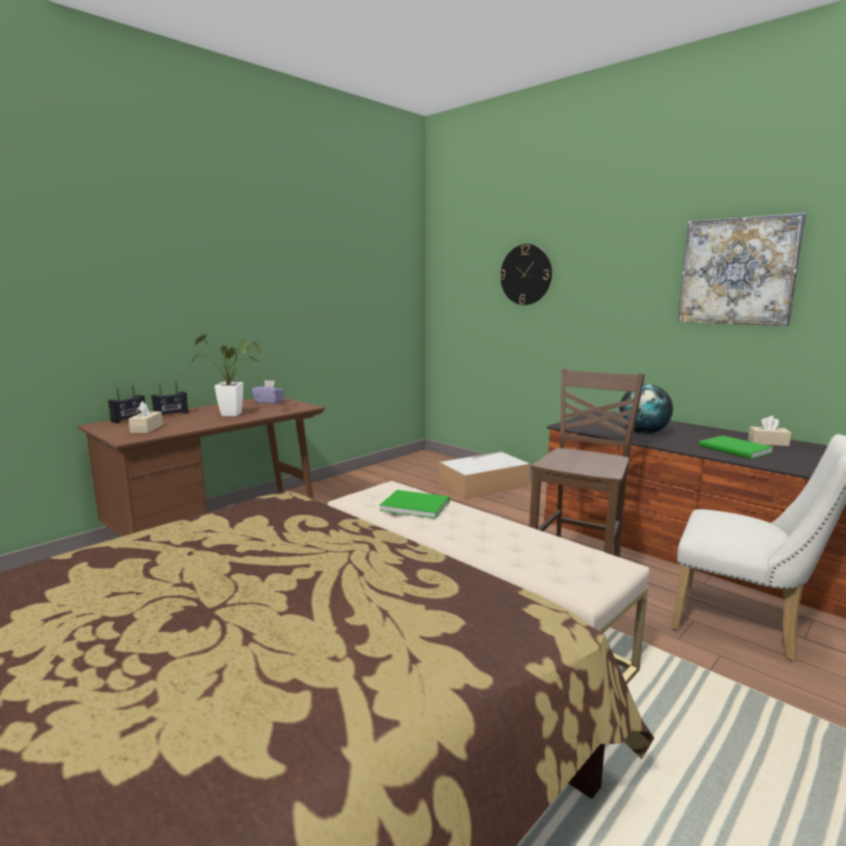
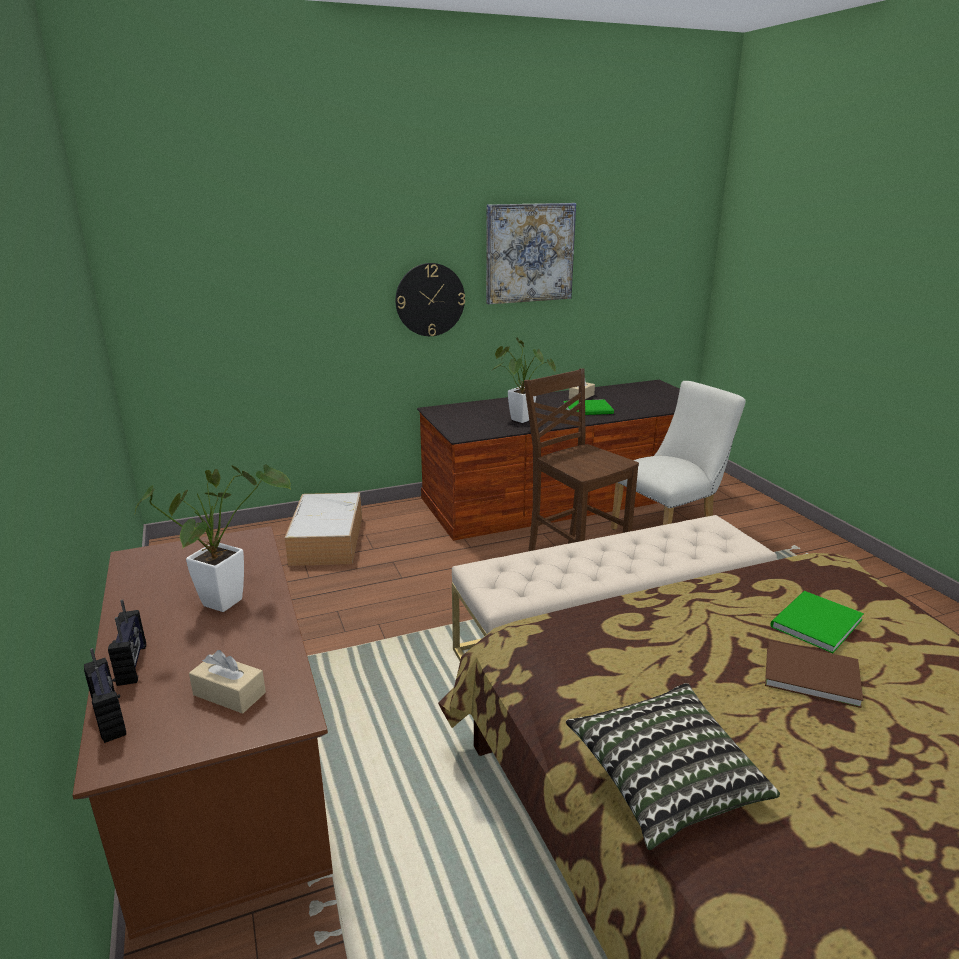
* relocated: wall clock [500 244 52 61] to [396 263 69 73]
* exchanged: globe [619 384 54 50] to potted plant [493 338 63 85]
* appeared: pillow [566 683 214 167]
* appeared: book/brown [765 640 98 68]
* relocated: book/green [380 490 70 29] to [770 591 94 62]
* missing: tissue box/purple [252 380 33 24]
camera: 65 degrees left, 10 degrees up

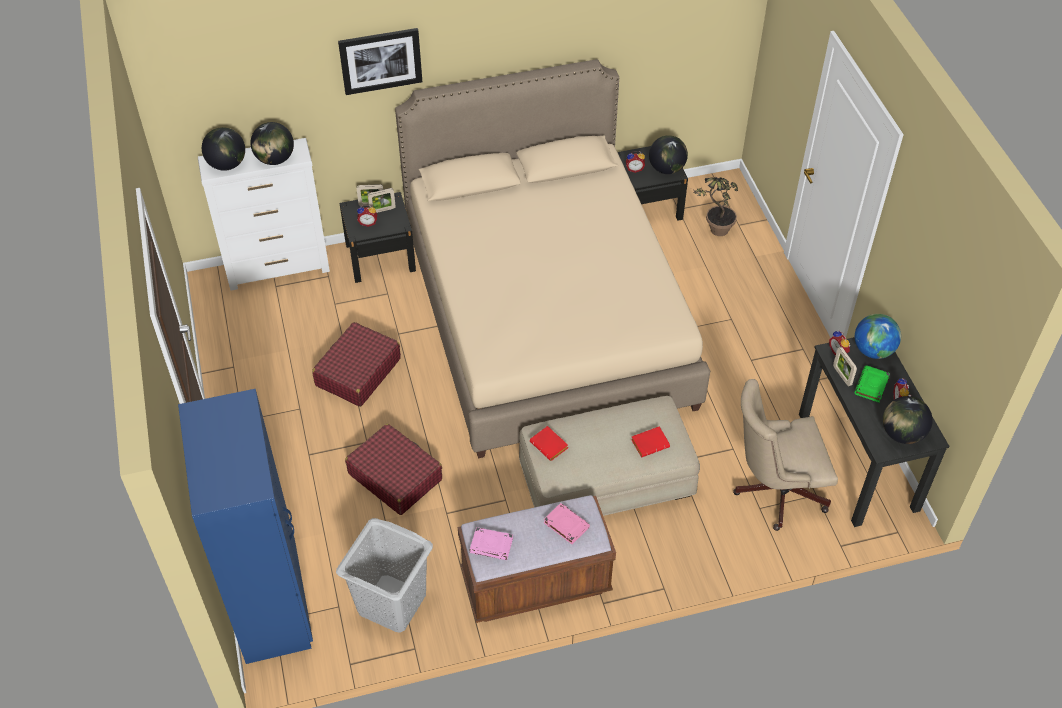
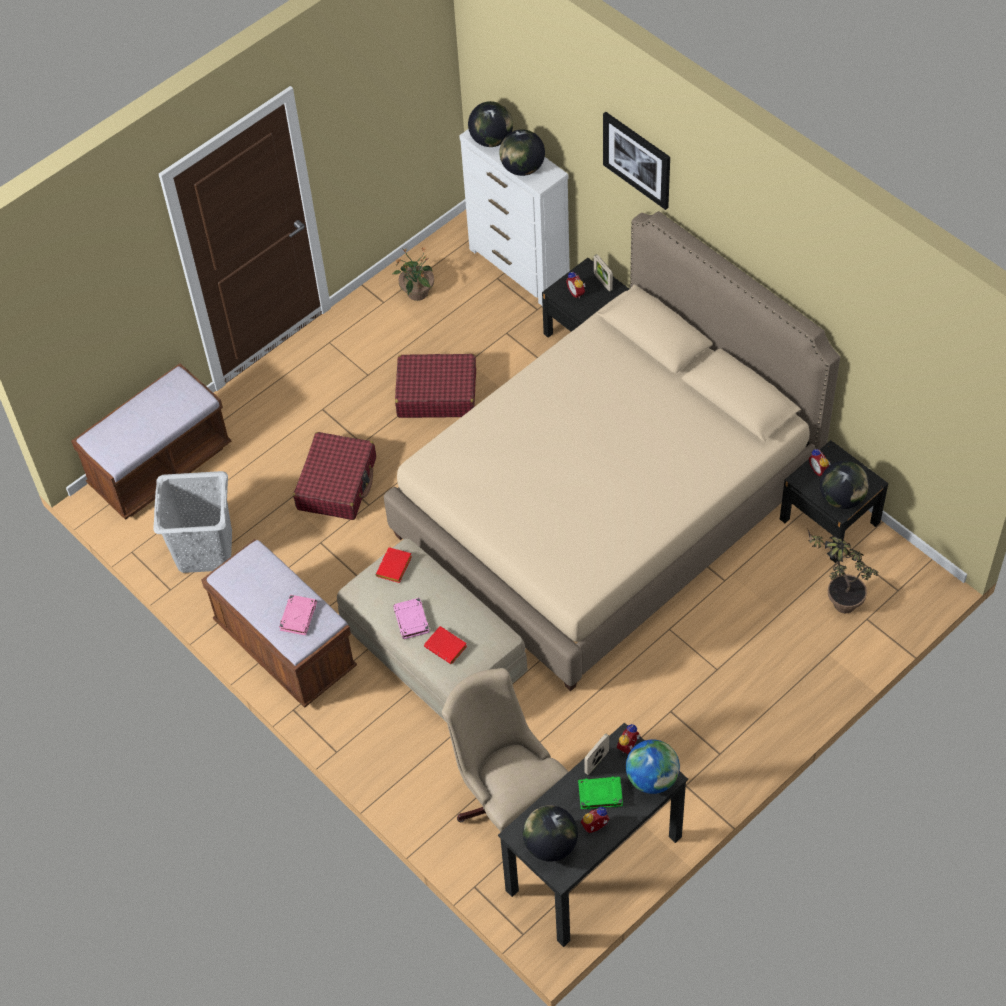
* exchanged: wardrobe/blue [178 389 135 275] to bench/brown [71 363 160 157]
* appeared: potted plant [392 247 42 54]
* relocated: book/pink [469 527 44 33] to [393 598 37 41]
* missing: picture frame [368 188 28 25]
camera: 65 degrees right, 5 degrees up

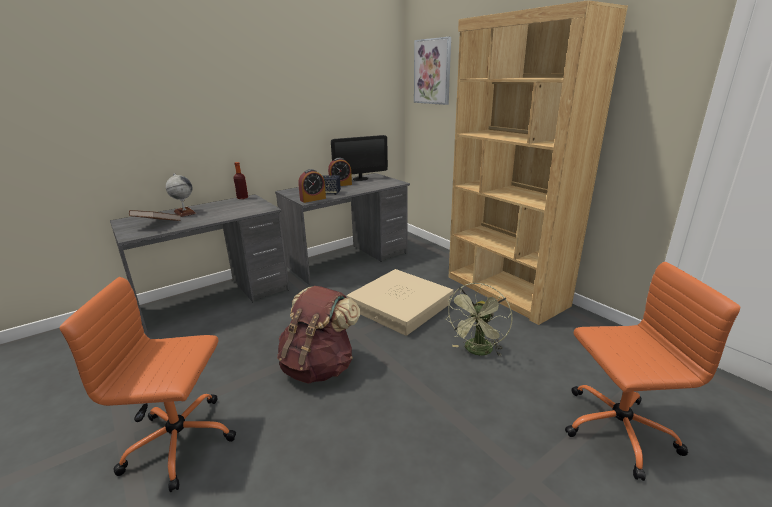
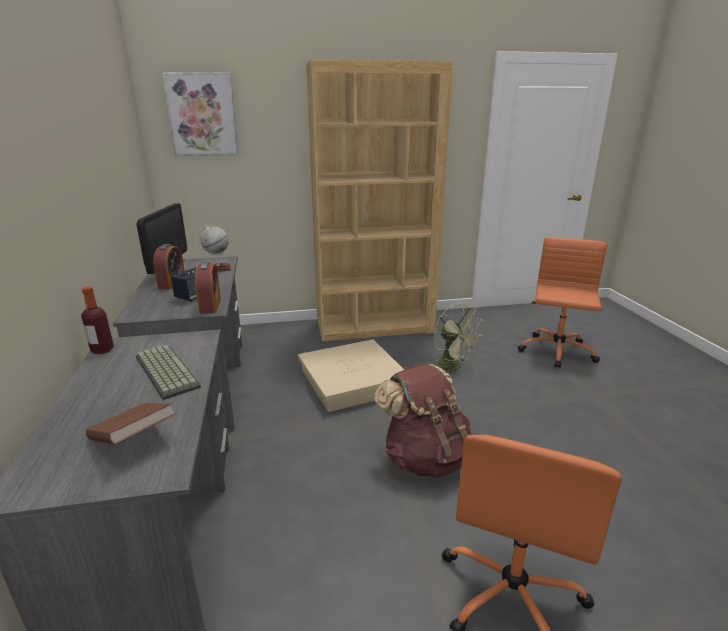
* appeared: keyboard [136 344 65 56]
* relocated: globe [166 173 30 44] to [198 225 33 47]
camera: 65 degrees left, 0 degrees up

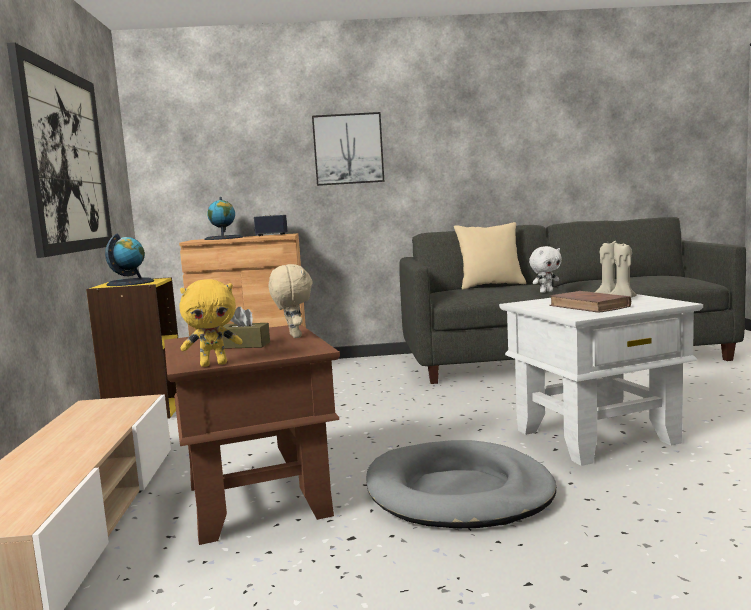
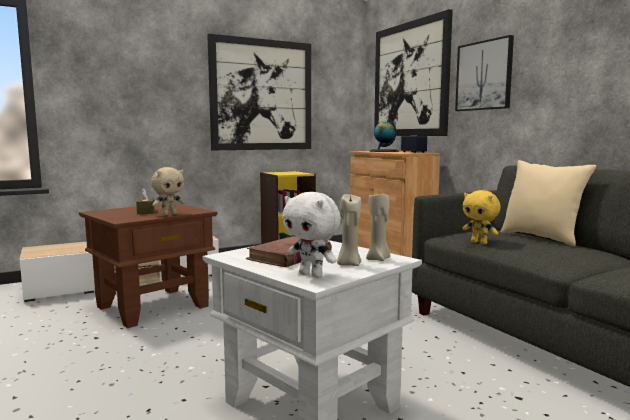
* relocated: plush toy/white [529 246 33 47] to [282 192 59 86]
* appeared: picture [374 9 79 127]
* relocated: plush toy/yellow [179 279 64 88] to [463 190 37 54]
* missing: globe [105 233 49 53]
* missing: dog bed/grey [366 440 191 88]
camera: 65 degrees right, 0 degrees up

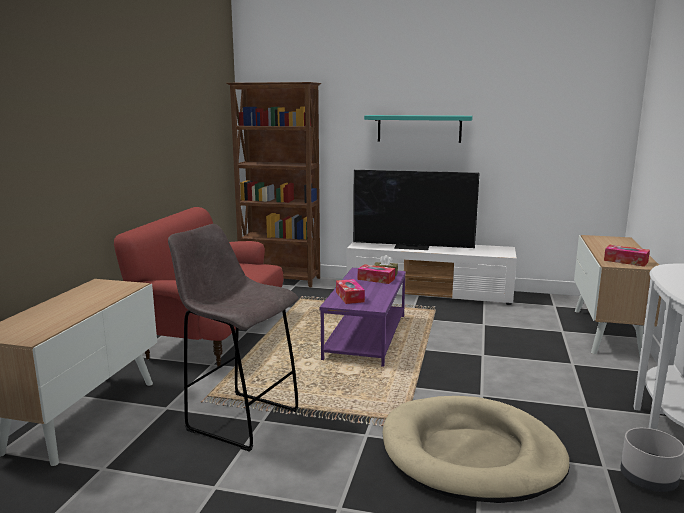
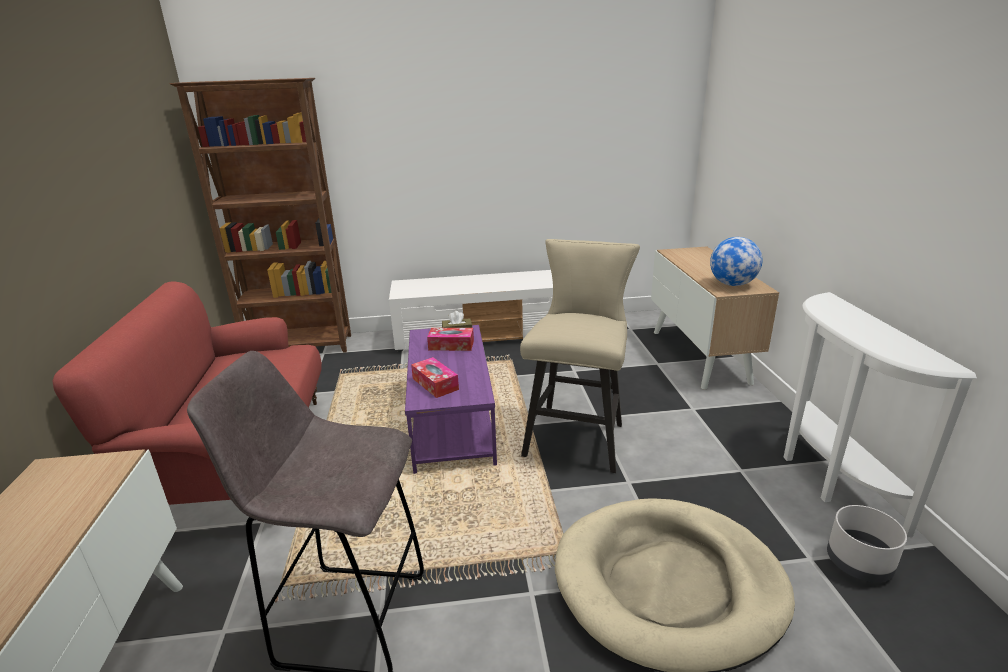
* appeared: stool/beige [520 239 120 234]
* exchanged: tissue box [604 245 46 22] to globe [710 237 53 49]
* missing: television [353 170 126 80]
* missing: shelf/turquoise [364 115 109 28]
camera: 20 degrees left, 10 degrees up

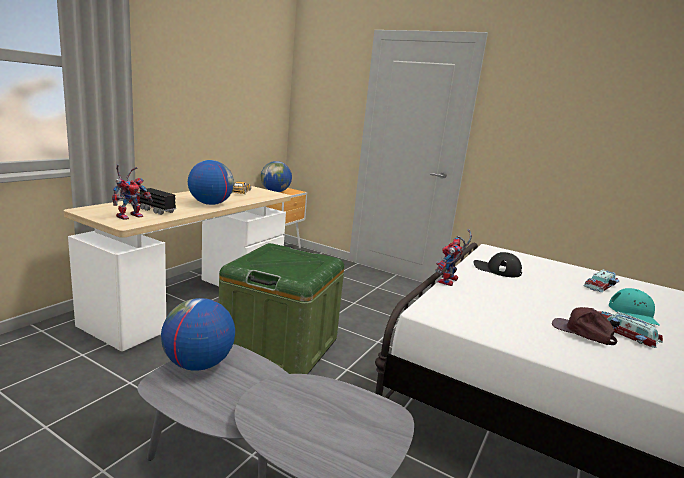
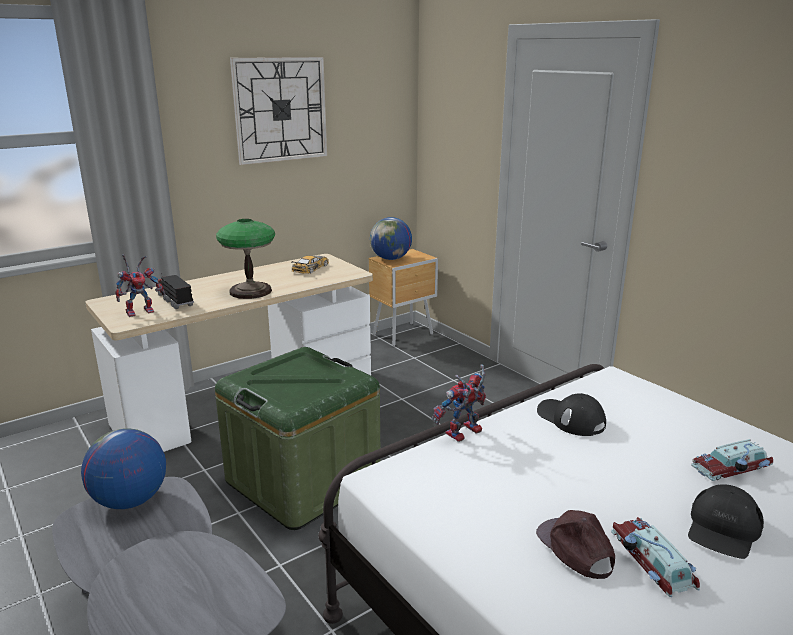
* exchanged: globe [188 160 46 45] to table lamp [216 219 59 80]
* appeared: wall clock [230 57 97 108]
* colour: cap/turquoise [609 288 51 38] to cap/black [688 484 76 75]
camera: 25 degrees right, 5 degrees up

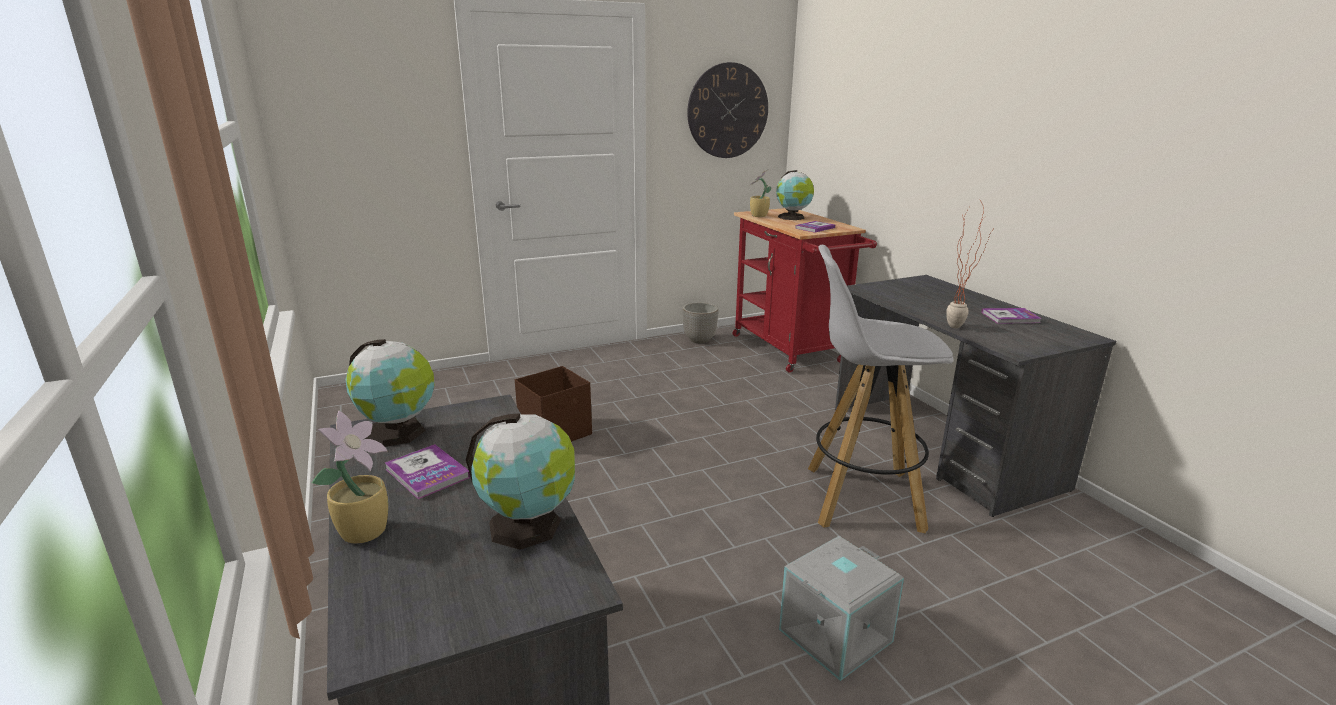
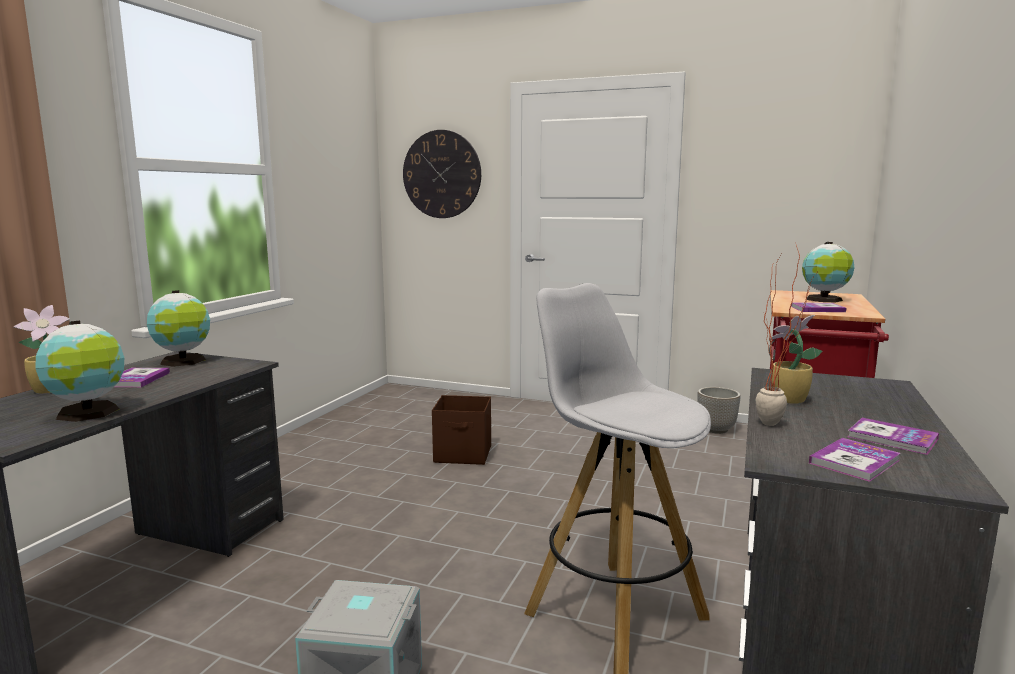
* relocated: wall clock [687 62 81 96] to [403 130 78 88]
* relocated: potted plant [749 169 22 48] to [769 315 53 89]
* appeared: book [809 438 91 44]
camera: 45 degrees right, 10 degrees down

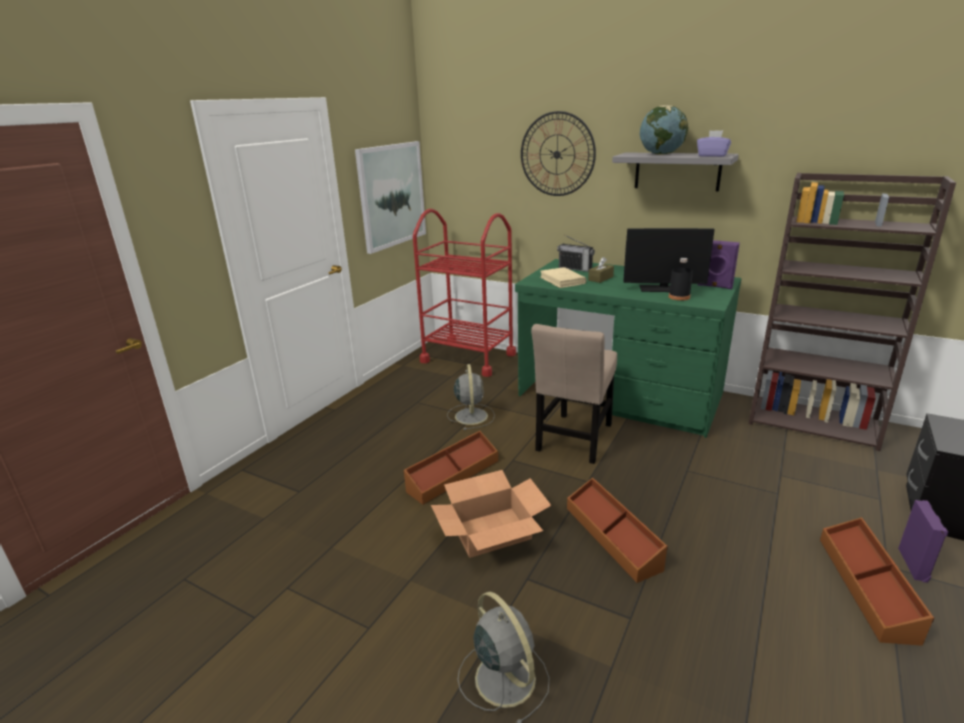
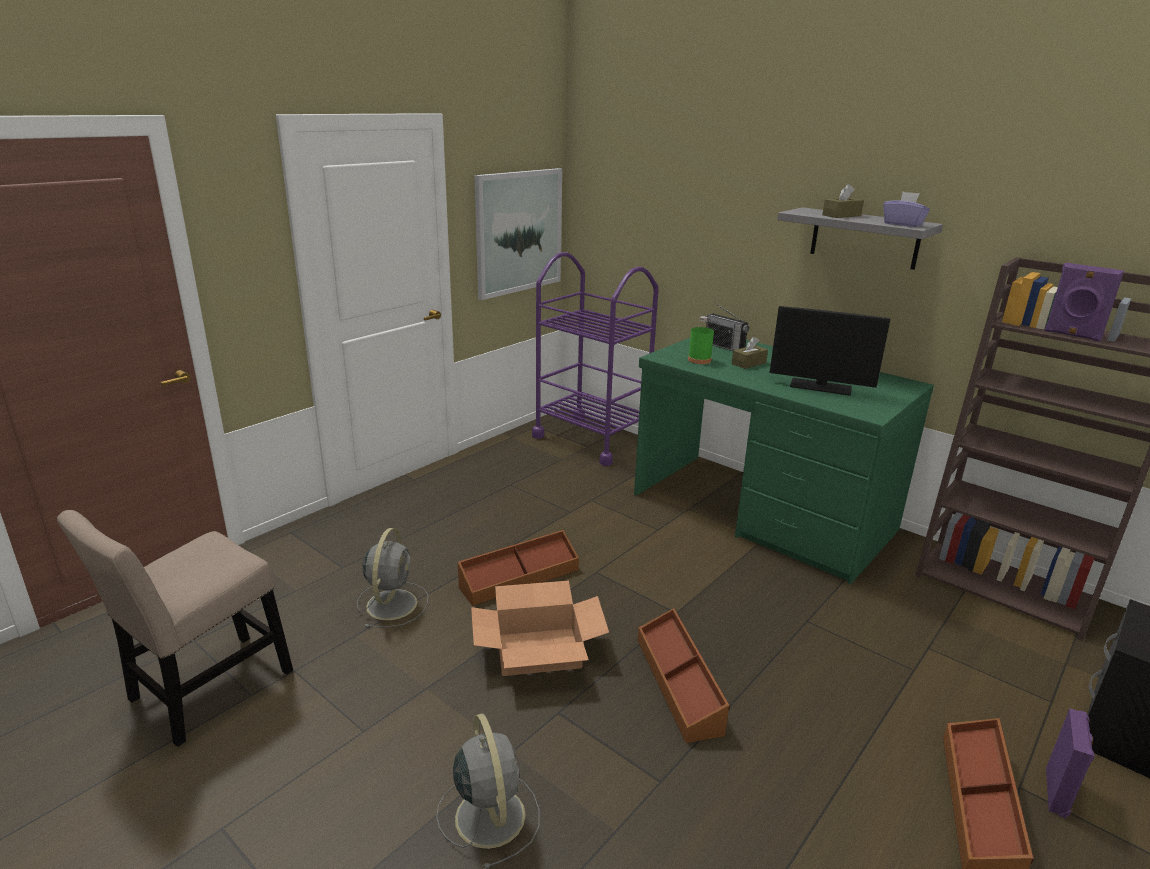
* relocated: chair/beige [531 324 86 140] to [57 510 236 237]
* relocated: fan/grey [447 364 48 66] to [357 528 71 100]
* colour: cart/red [413 209 103 168] to cart/purple [532 252 127 214]
* exchanged: book/beige [540 267 47 21] to bottle/green [688 316 26 48]
* exchanged: globe [640 105 48 50] to tissue box/brown [822 184 42 34]
* relocated: speaker/purple [698 240 42 49] to [1044 263 80 79]
* missing: wall clock [521 111 75 85]
* missing: bottle/black [669 258 24 43]
camera: 10 degrees right, 0 degrees up

